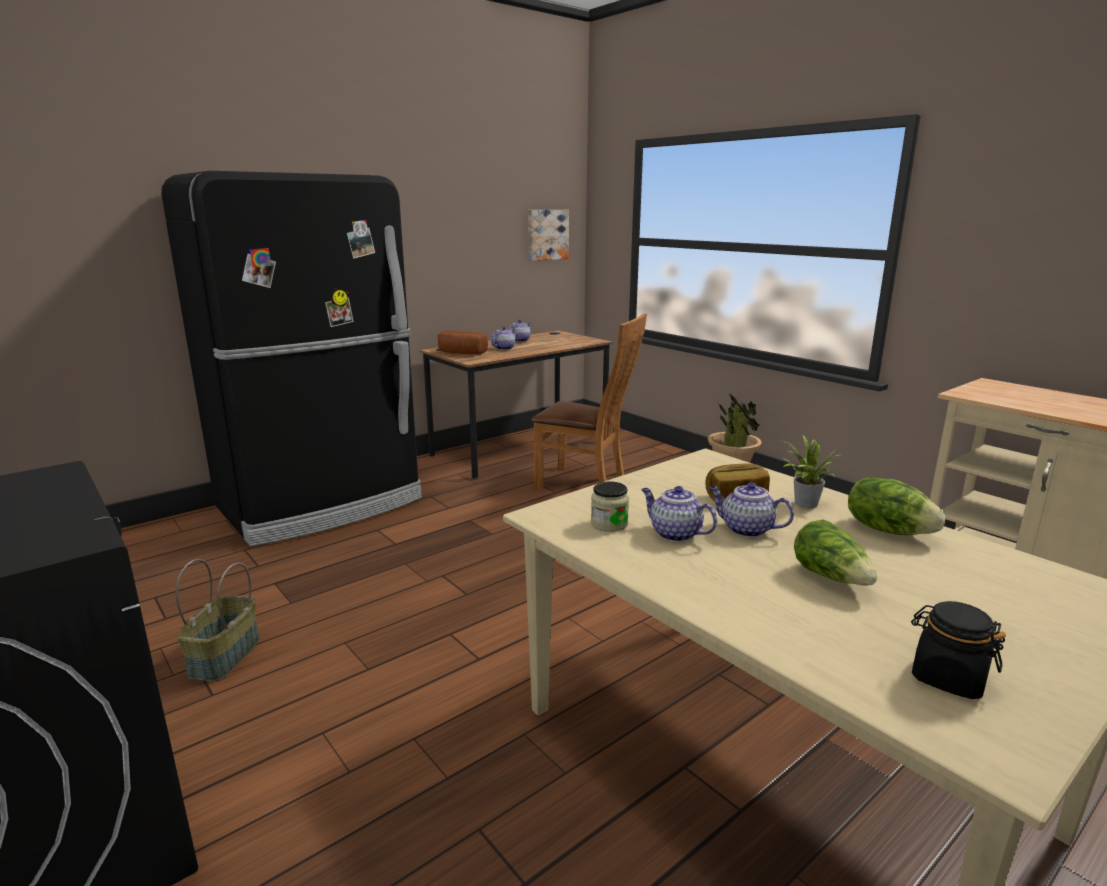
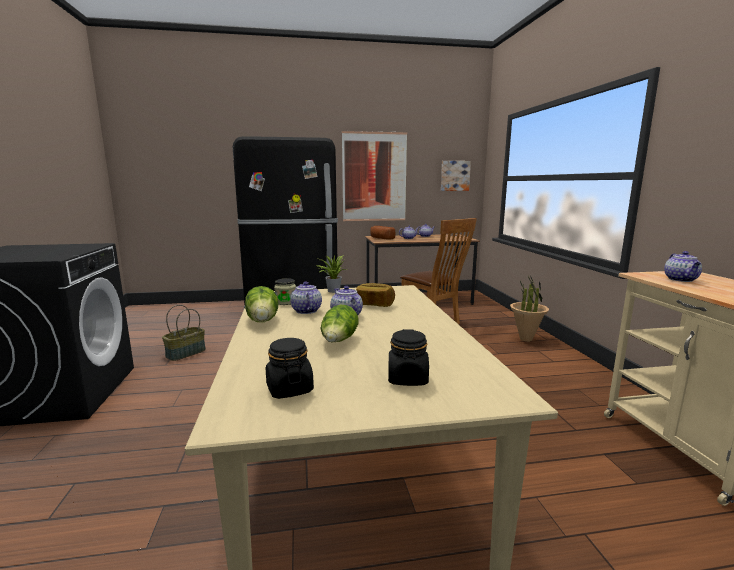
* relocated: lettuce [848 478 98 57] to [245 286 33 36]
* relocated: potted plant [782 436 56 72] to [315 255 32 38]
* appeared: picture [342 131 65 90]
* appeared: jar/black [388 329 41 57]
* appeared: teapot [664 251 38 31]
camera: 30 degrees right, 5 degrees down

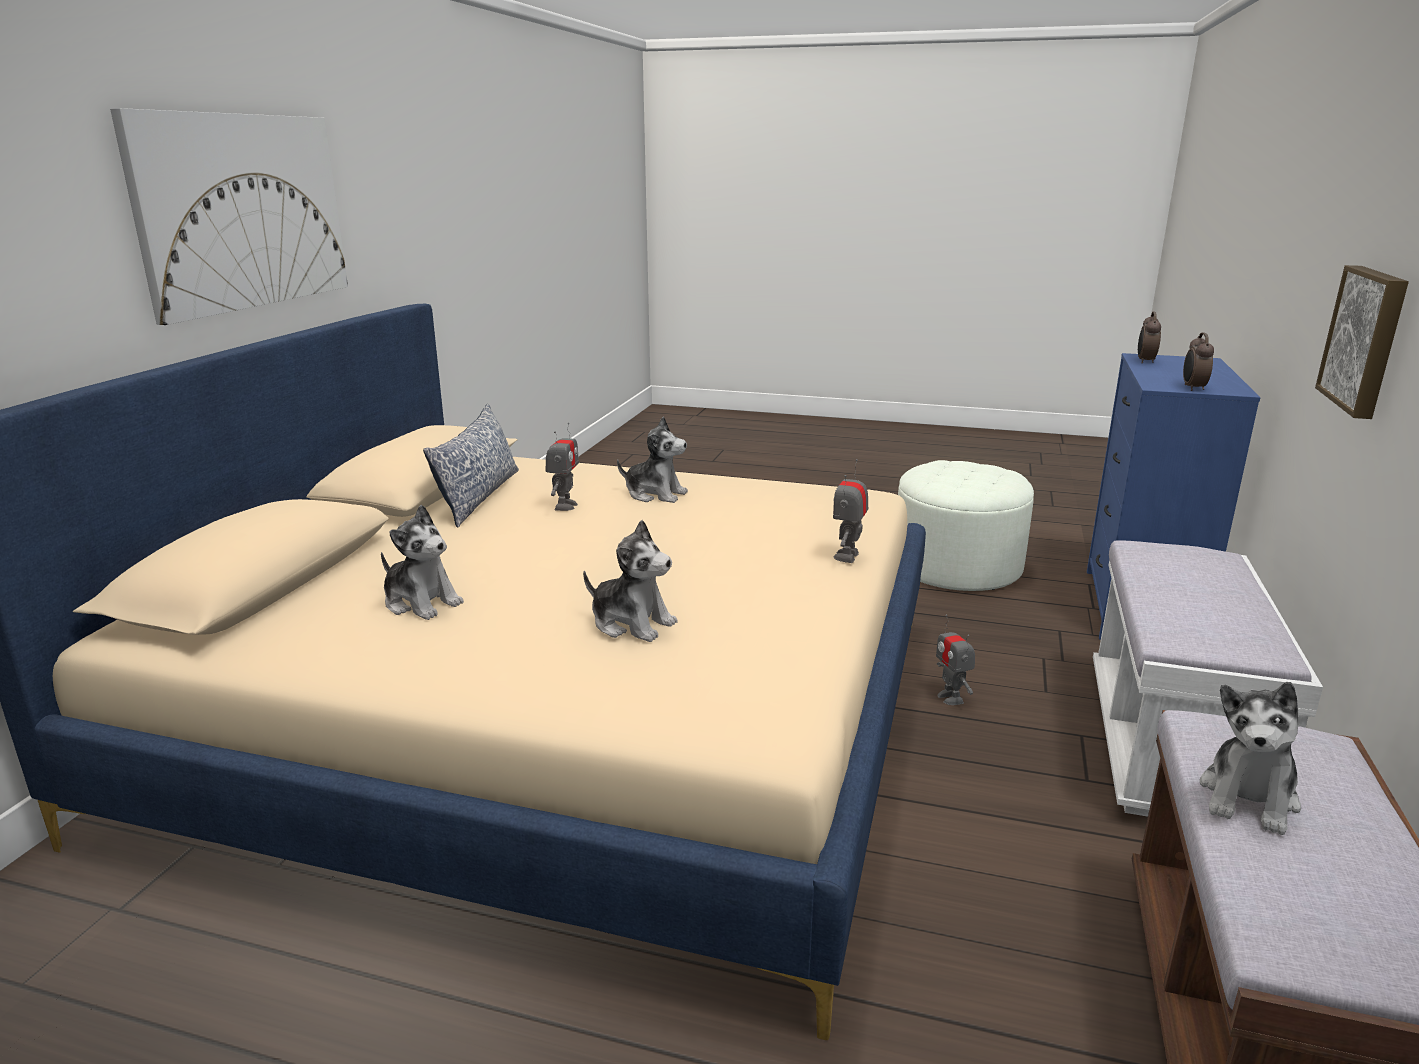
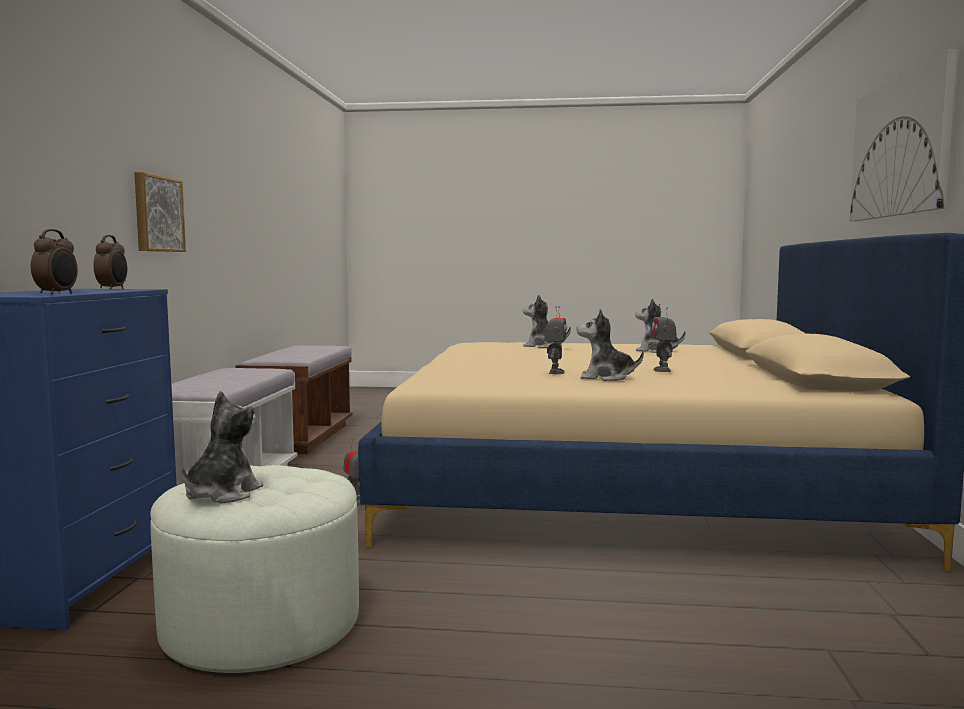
* relocated: plush toy [1200 682 101 153] to [182 391 81 113]
* relocated: toy robot [833 459 35 104] to [544 306 23 68]
* missing: pillow [423 404 96 123]
camera: 170 degrees right, 15 degrees down

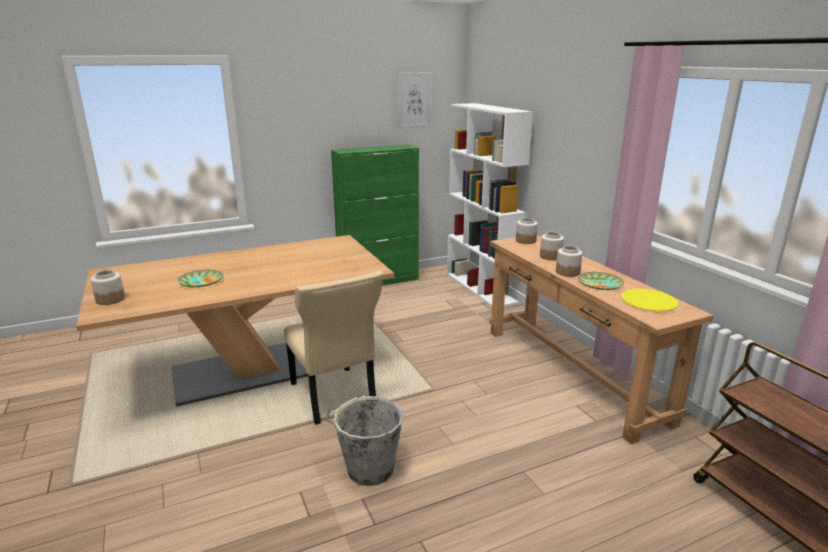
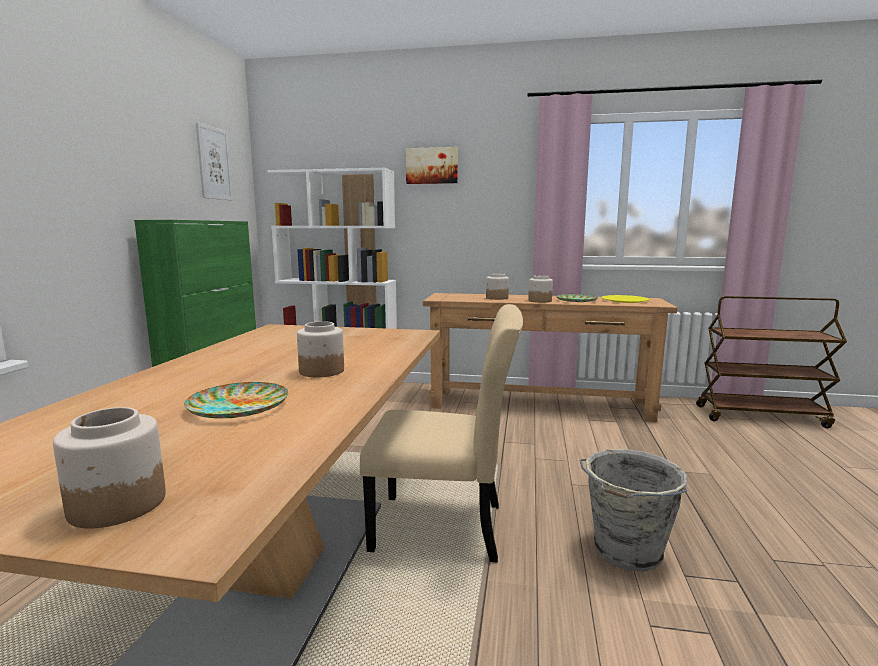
* relocated: jar [516 218 22 26] to [297 321 47 56]
* appeared: picture [406 147 52 37]
camera: 55 degrees left, 10 degrees down

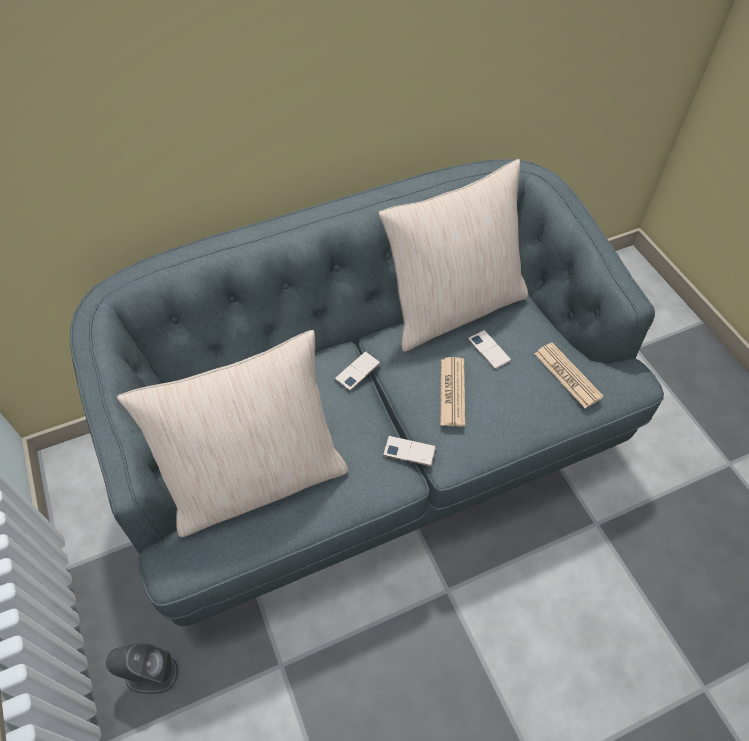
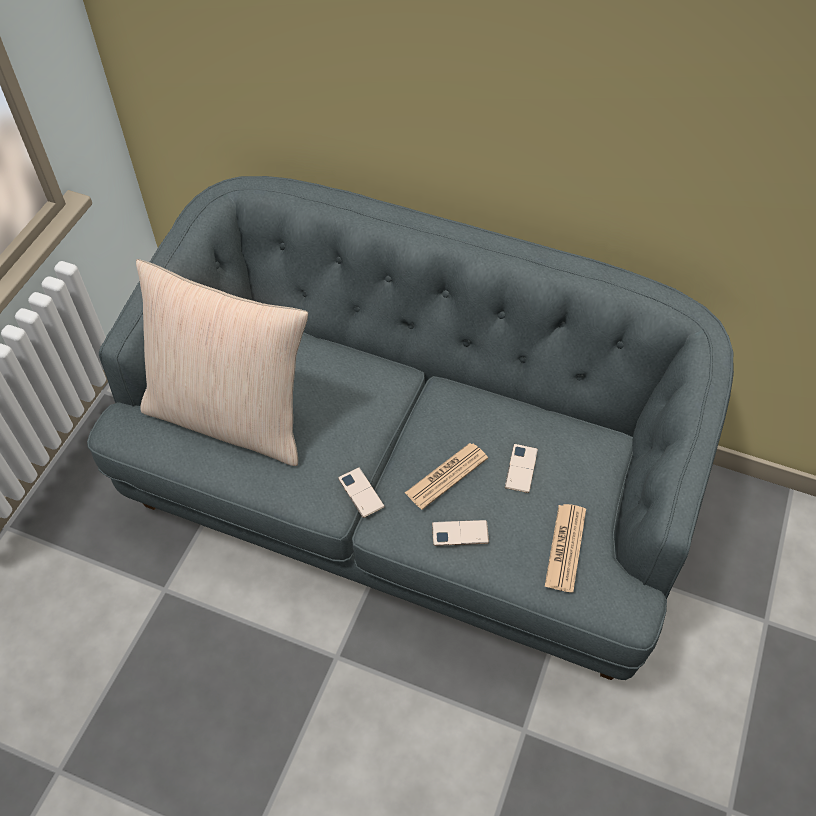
* relocated: phone [335 352 46 39] to [432 520 57 26]
* missing: speaker/grey [106 643 73 51]
* missing: pillow/beige [378 159 150 193]
camera: 45 degrees right, 0 degrees up

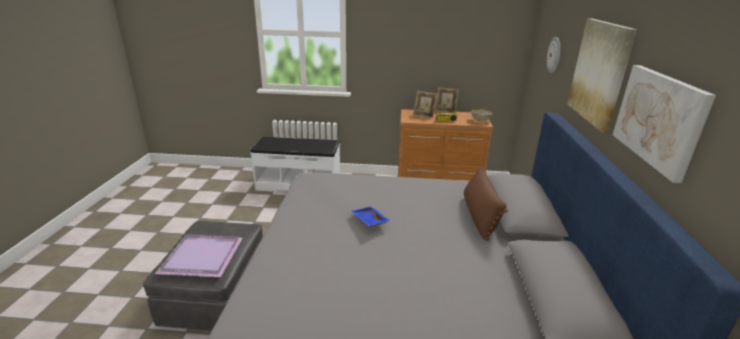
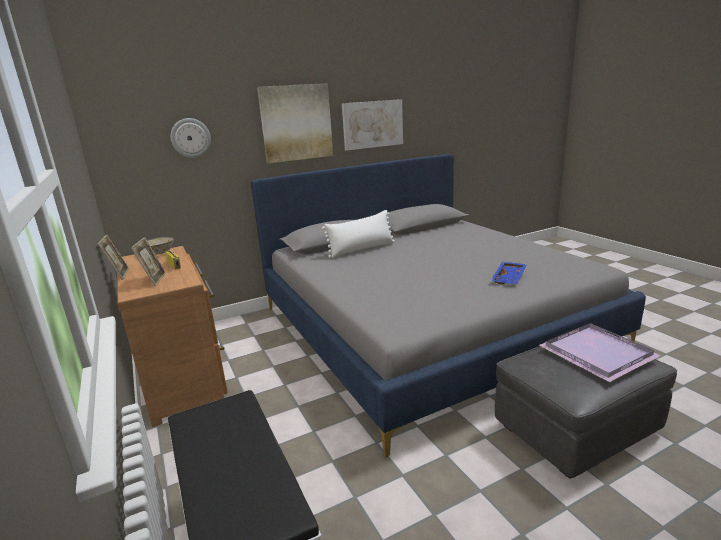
* colour: pillow/brown [464 166 44 75] to pillow/white [322 210 73 48]
* relocated: tray/blue [352 206 39 21] to [491 262 36 22]
camera: 120 degrees left, 5 degrees down

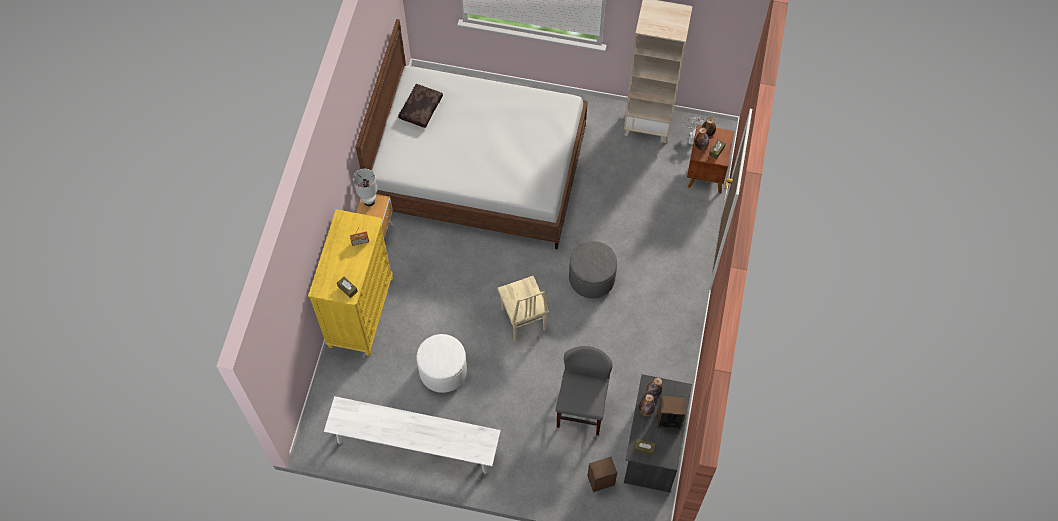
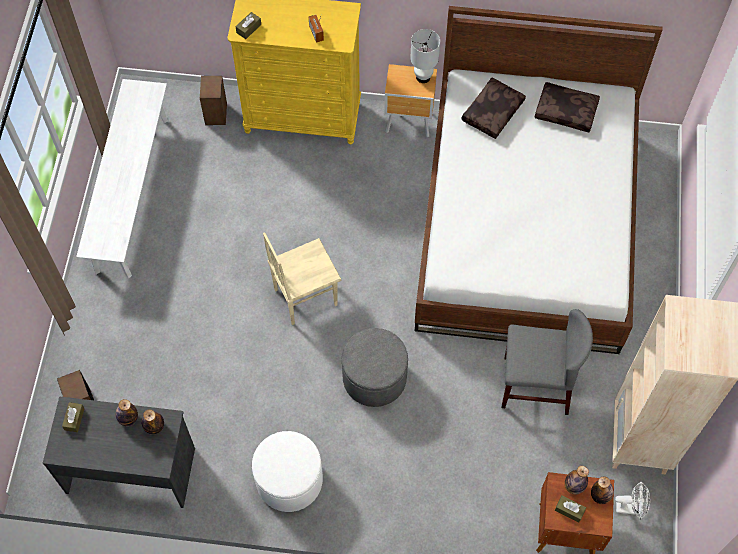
* relocated: speaker [657 395 29 34] to [200 76 27 49]
* relocated: ottoman/white [416 334 51 59] to [252 431 71 81]
* appeared: pillow/brown [461 78 65 61]
* relocated: chair/grey [556 346 57 89] to [502 309 91 106]
camera: 85 degrees right, 0 degrees up

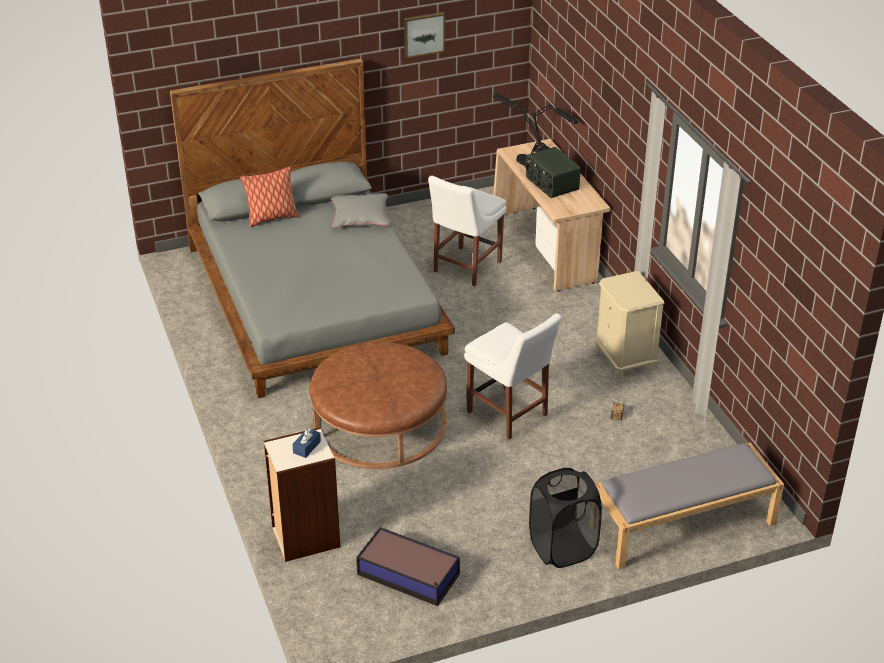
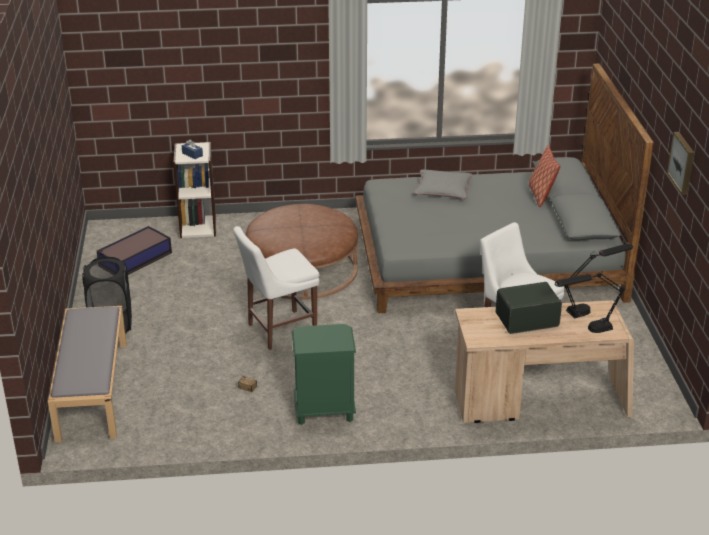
* colour: nightstand/beige [594 271 71 109] to nightstand/green [292 324 64 101]
* relocated: pillow/grey [331 193 59 35] to [413 170 59 29]
camera: 105 degrees right, 5 degrees down

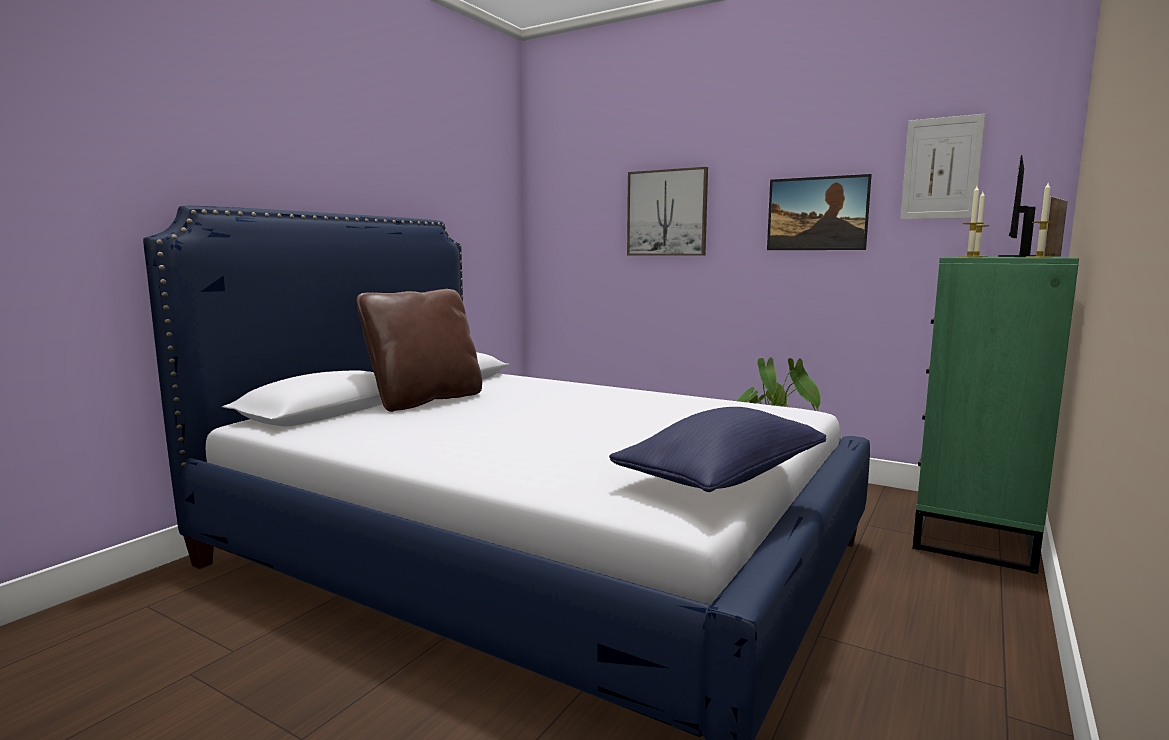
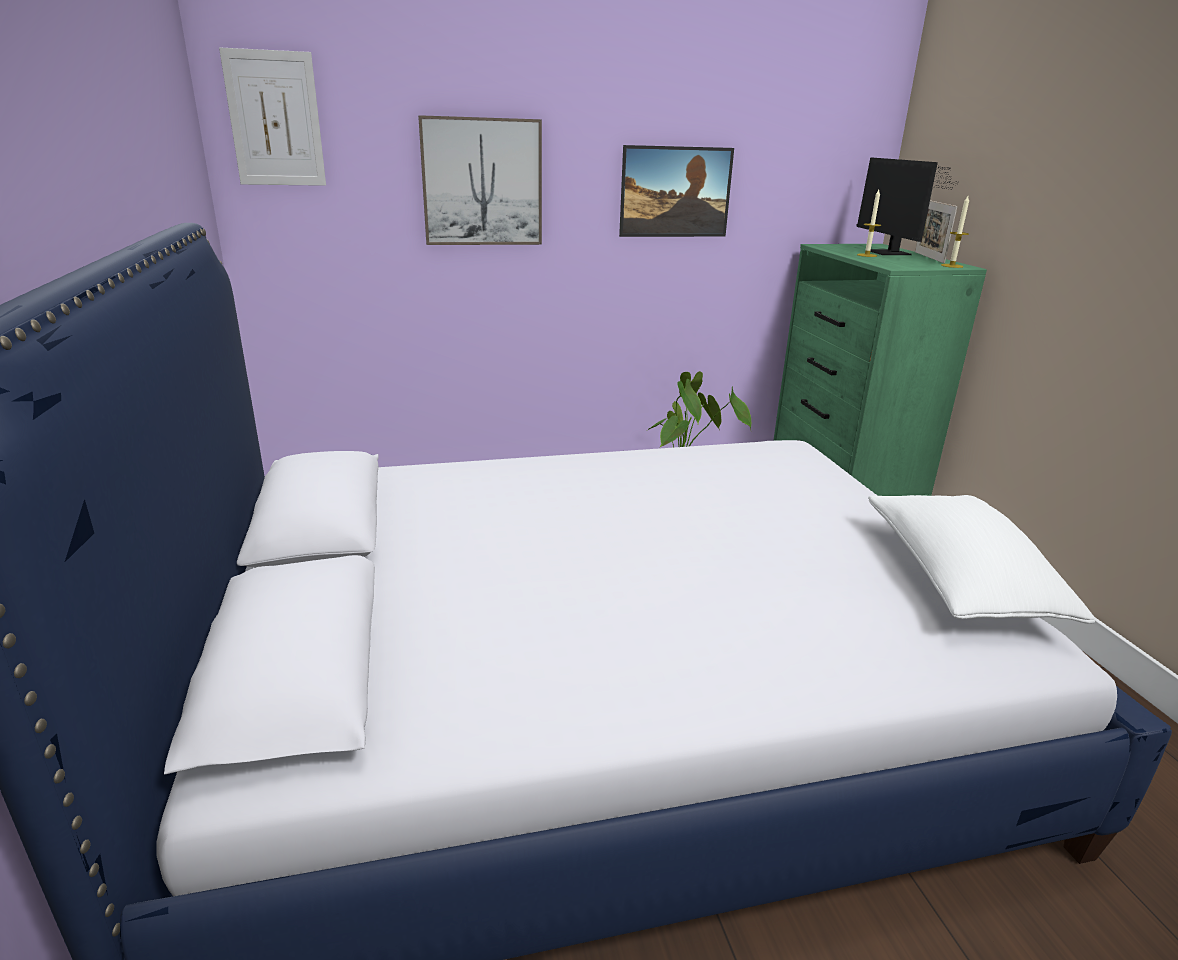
* relocated: picture [901 114 84 106] to [219 47 107 139]
* colour: pillow/blue [609 407 217 85] to pillow/white [868 495 227 129]
* missing: pillow/brown [356 289 126 123]
* missing: candle [958 186 26 71]
camera: 45 degrees left, 15 degrees up

